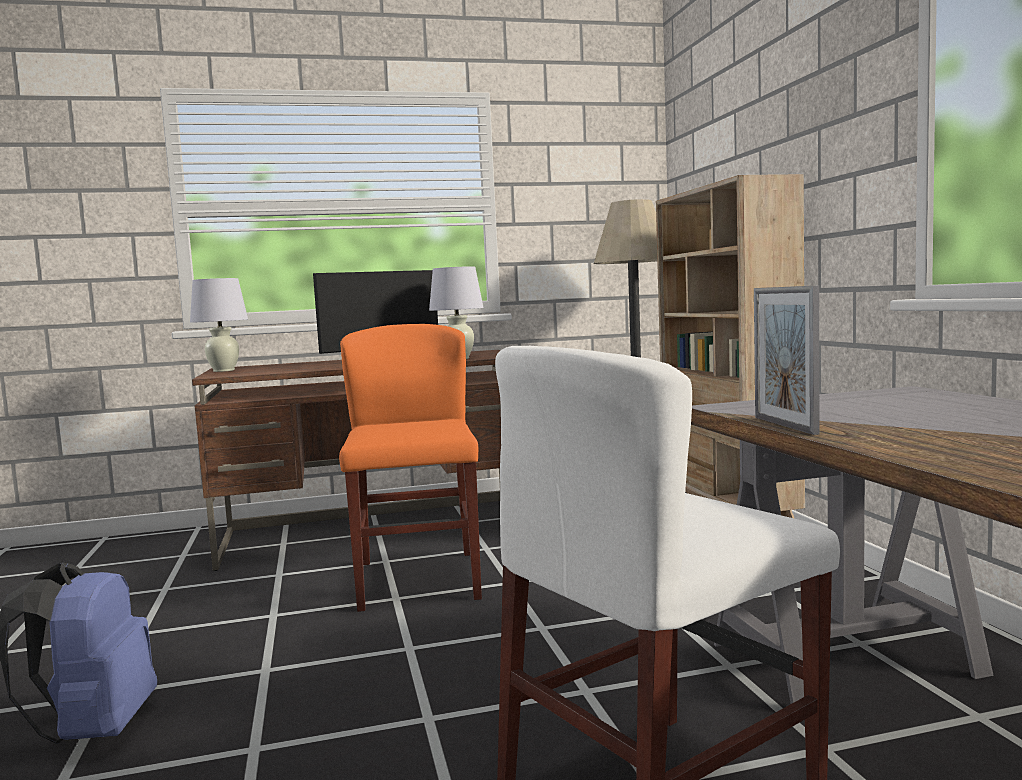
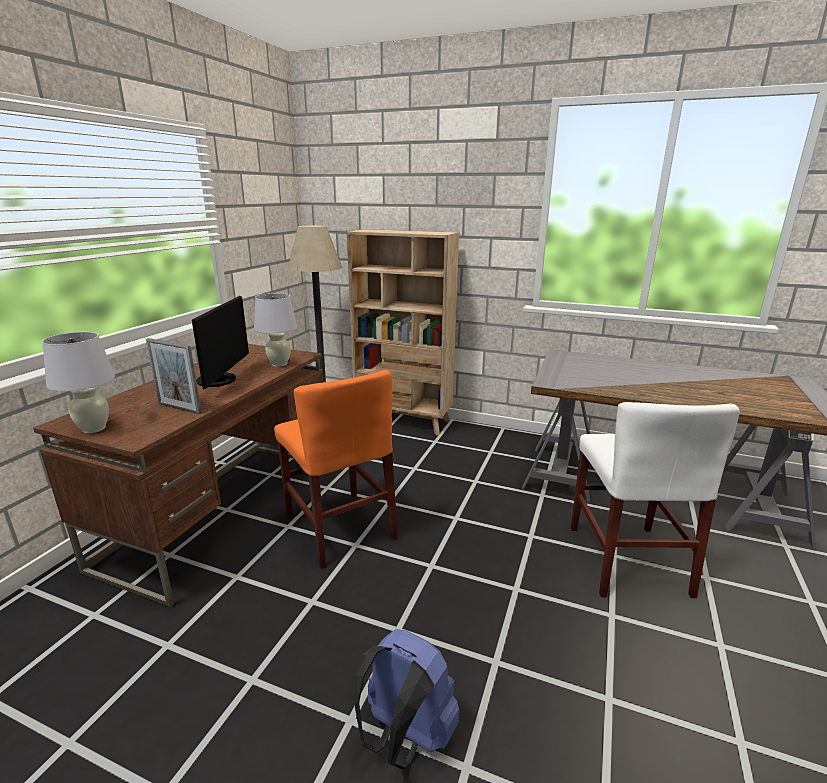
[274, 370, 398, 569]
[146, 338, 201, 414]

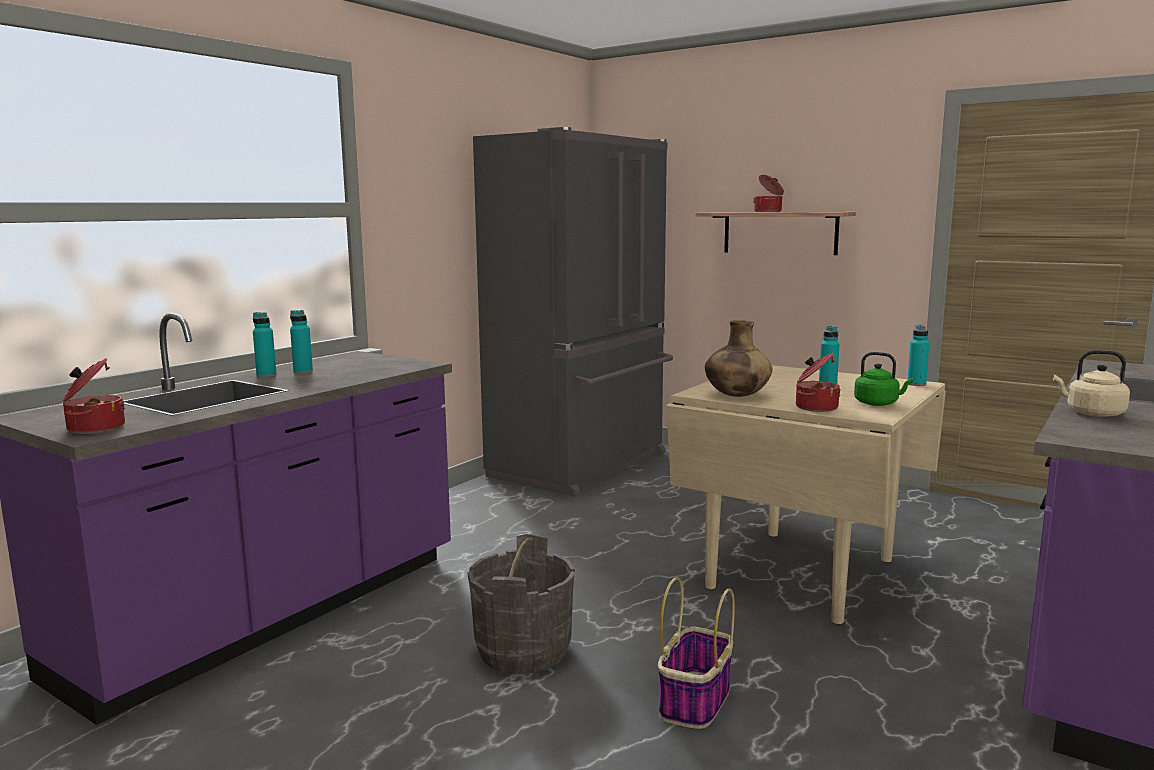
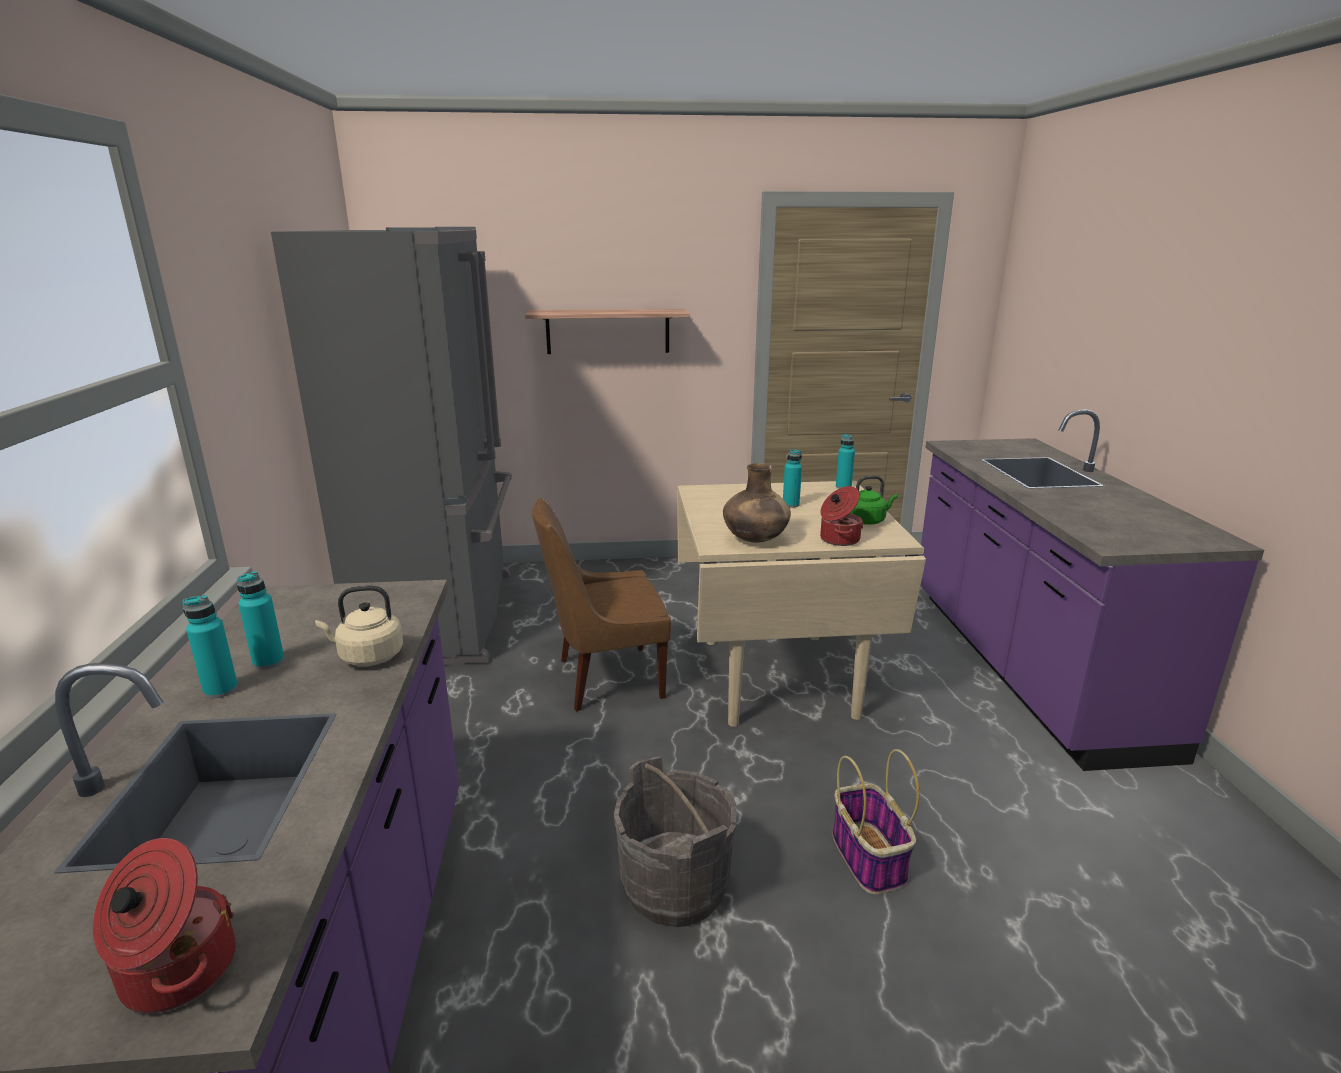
[753, 174, 784, 212] (first image)
[315, 585, 403, 666]
[532, 498, 671, 711]

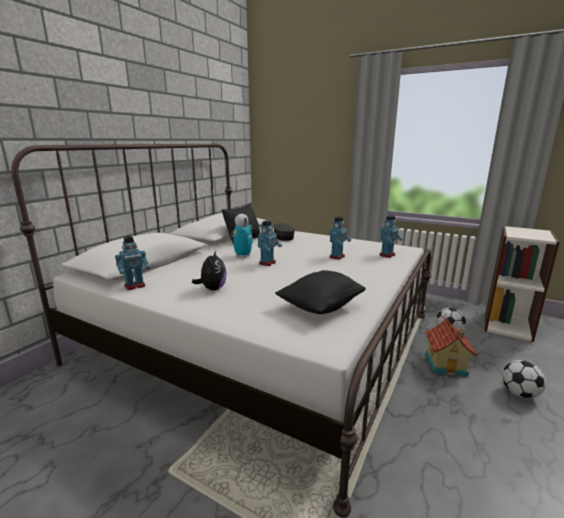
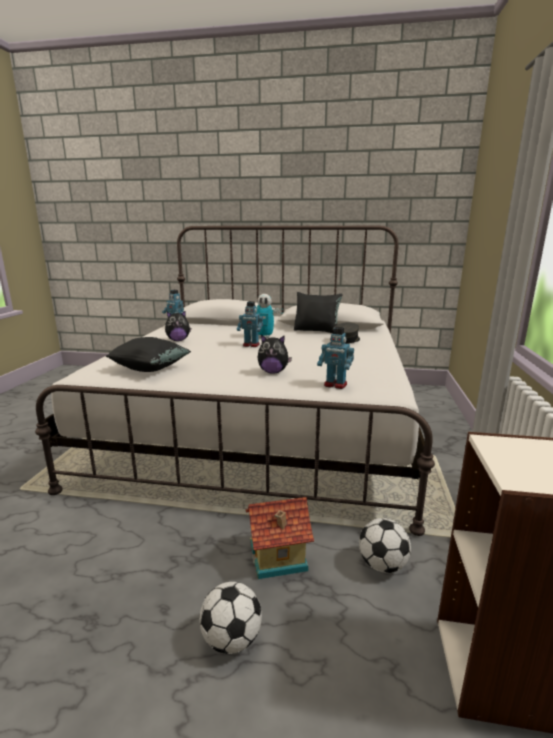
[329, 216, 351, 260] (first image)
[257, 335, 292, 374]

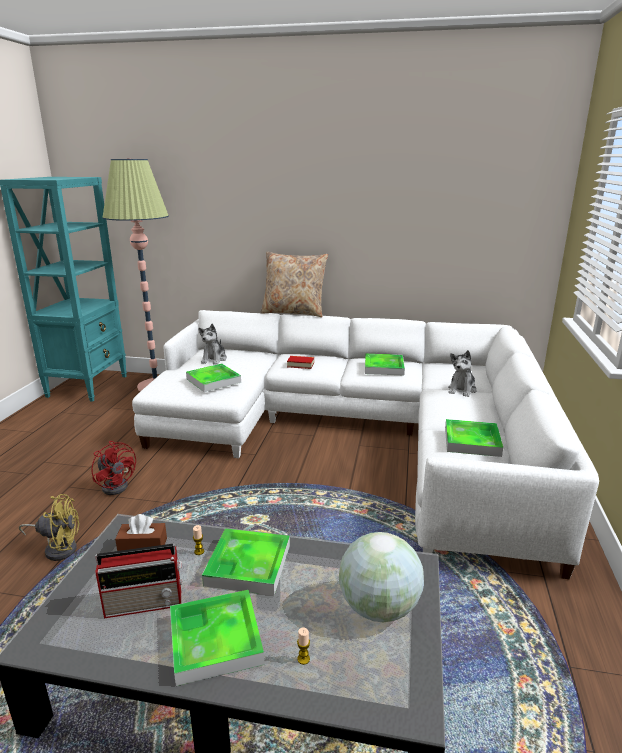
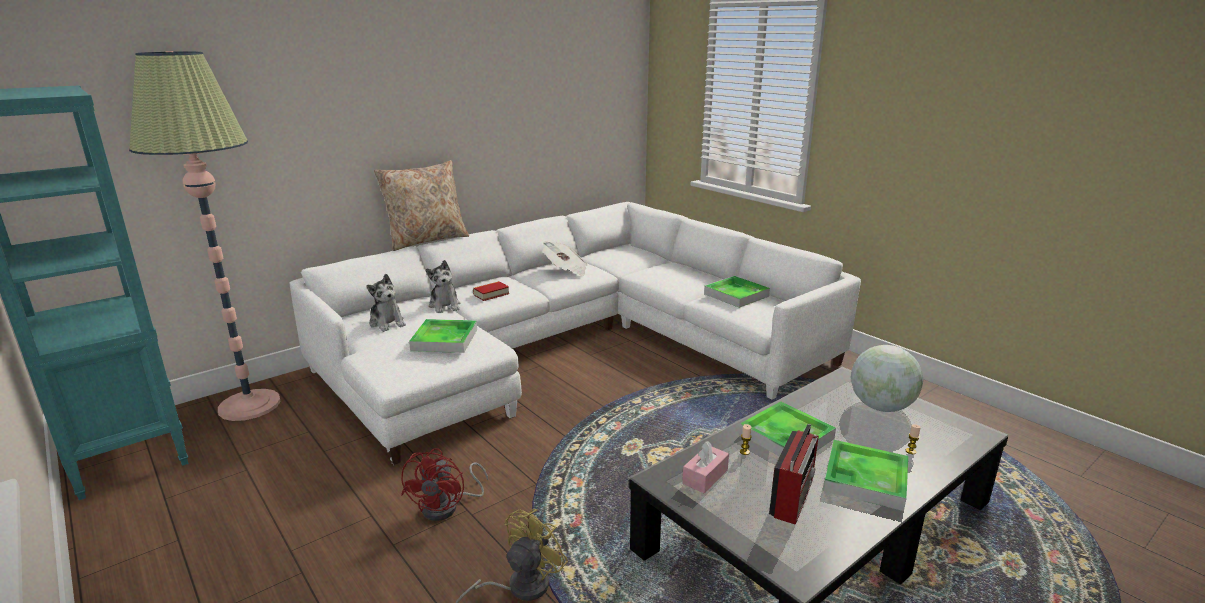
[401, 448, 488, 521]
[682, 441, 729, 493]
[542, 241, 587, 276]
[425, 260, 460, 313]

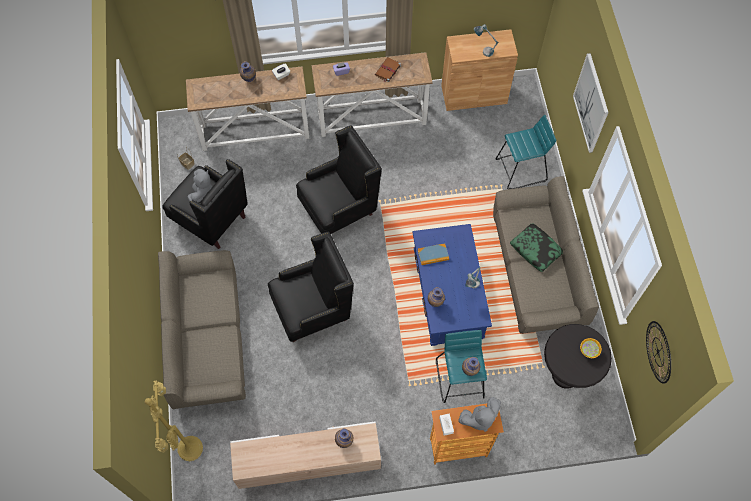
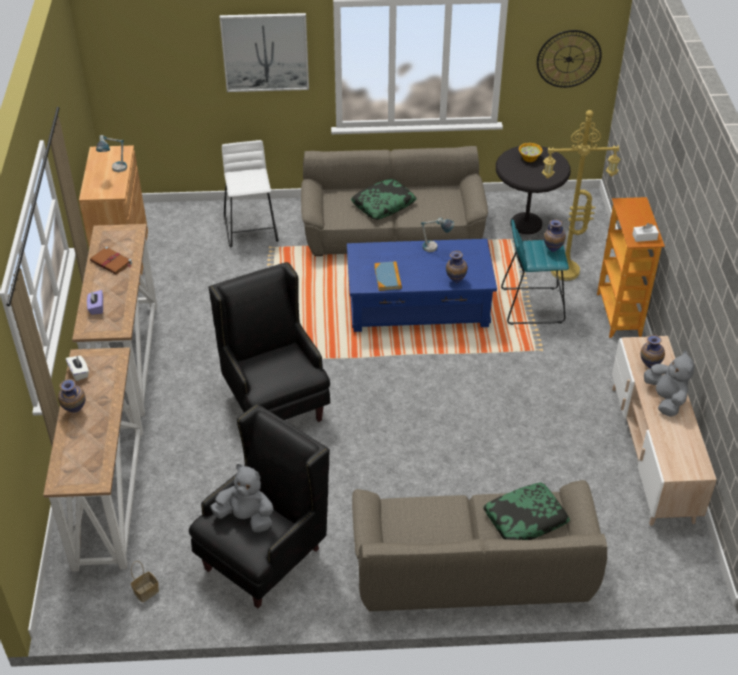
[542, 110, 621, 281]
[268, 232, 354, 342] (first image)
[644, 350, 694, 417]
[222, 140, 279, 247]
[483, 483, 570, 540]

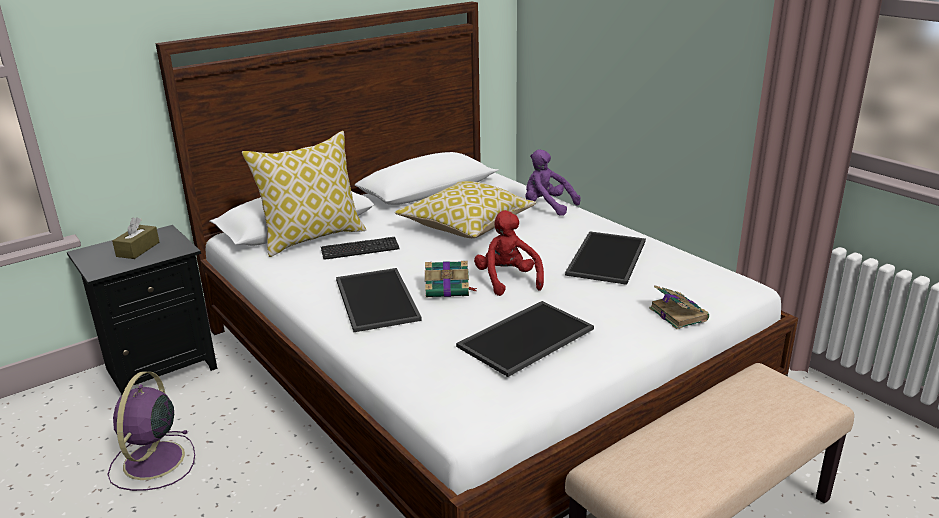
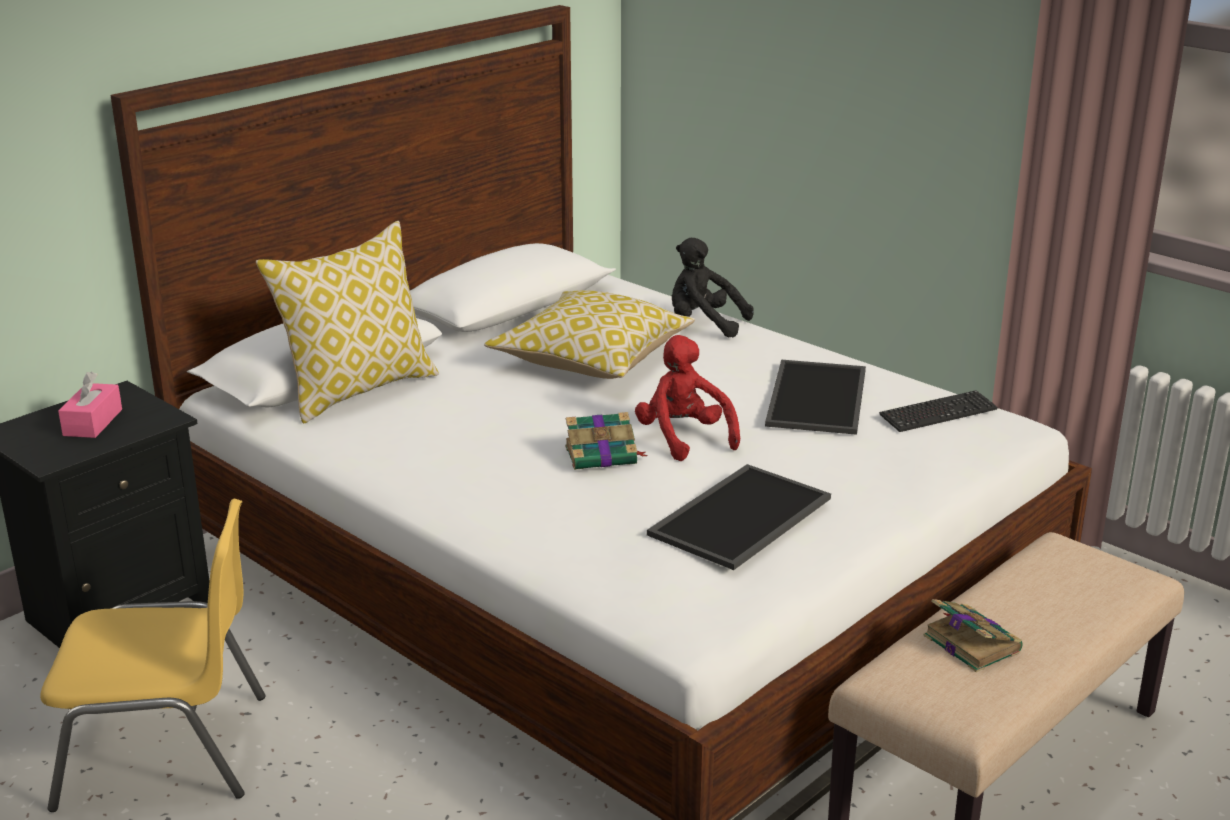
[40, 499, 266, 812]
[58, 371, 122, 438]
[879, 390, 998, 432]
[336, 268, 422, 332] (first image)
[672, 238, 754, 337]
[924, 599, 1023, 672]

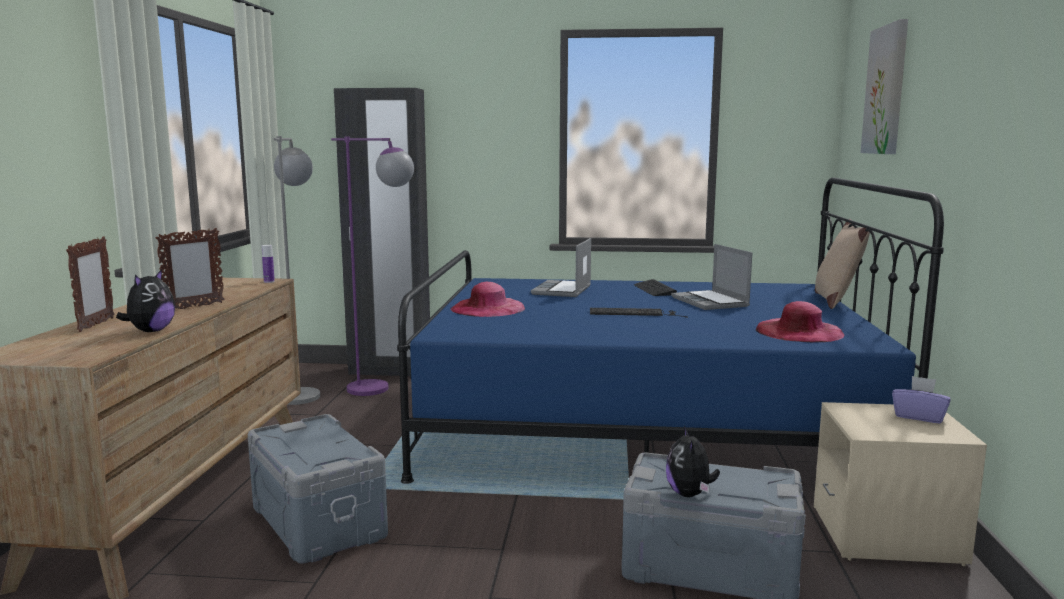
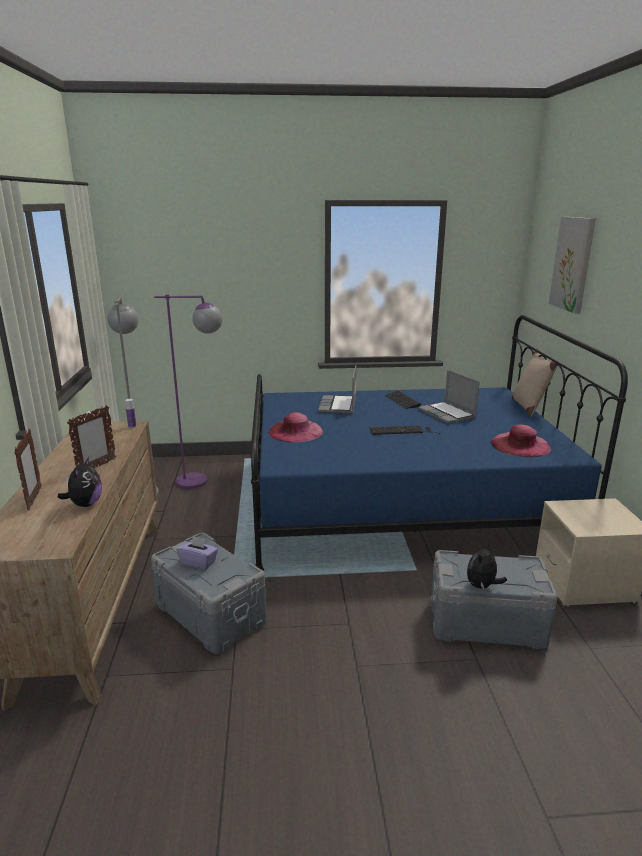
[334, 88, 430, 376] (first image)
[467, 543, 507, 590]
[176, 536, 218, 570]

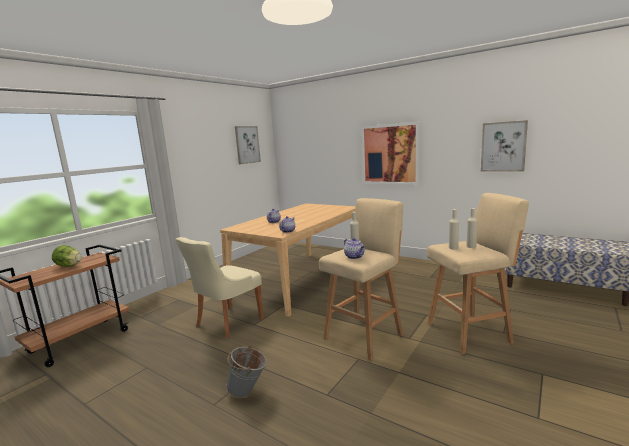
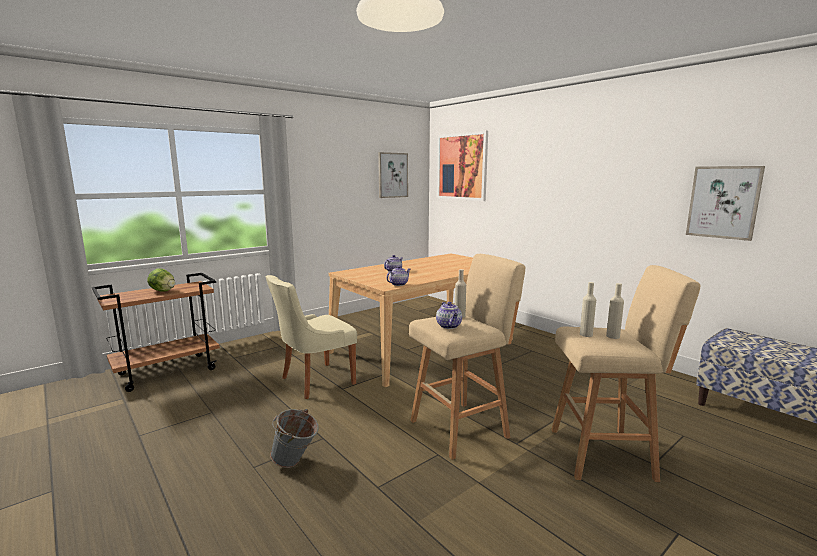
[437, 131, 488, 201]

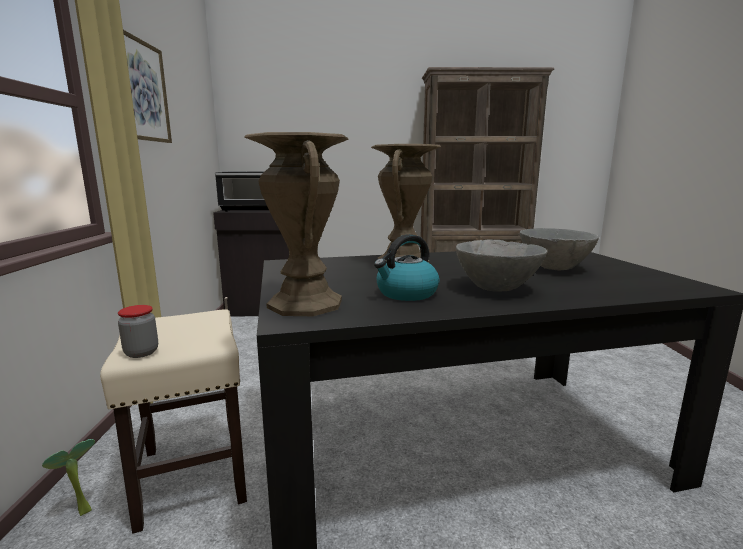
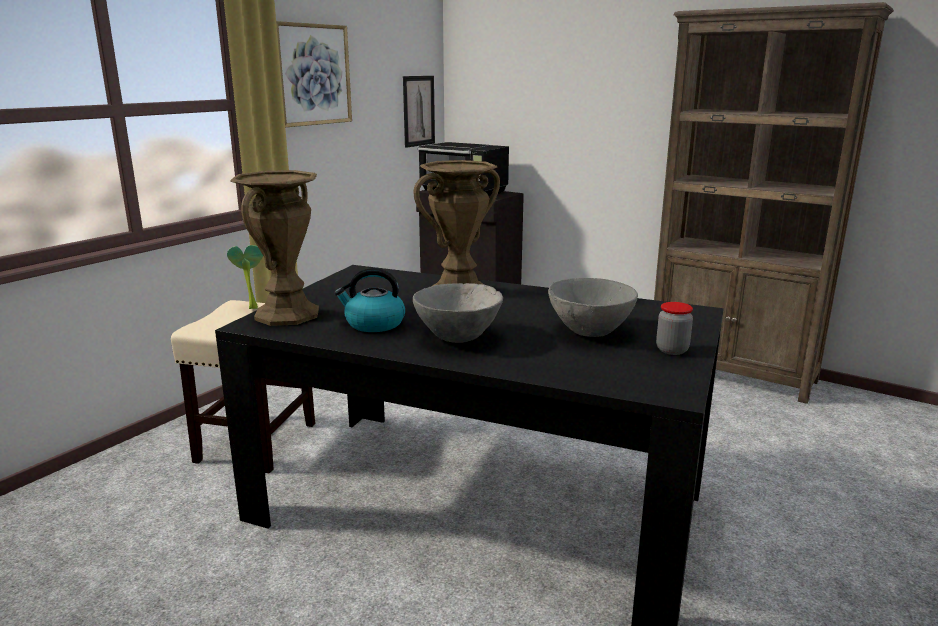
[227, 245, 263, 309]
[656, 302, 693, 355]
[403, 76, 435, 148]

